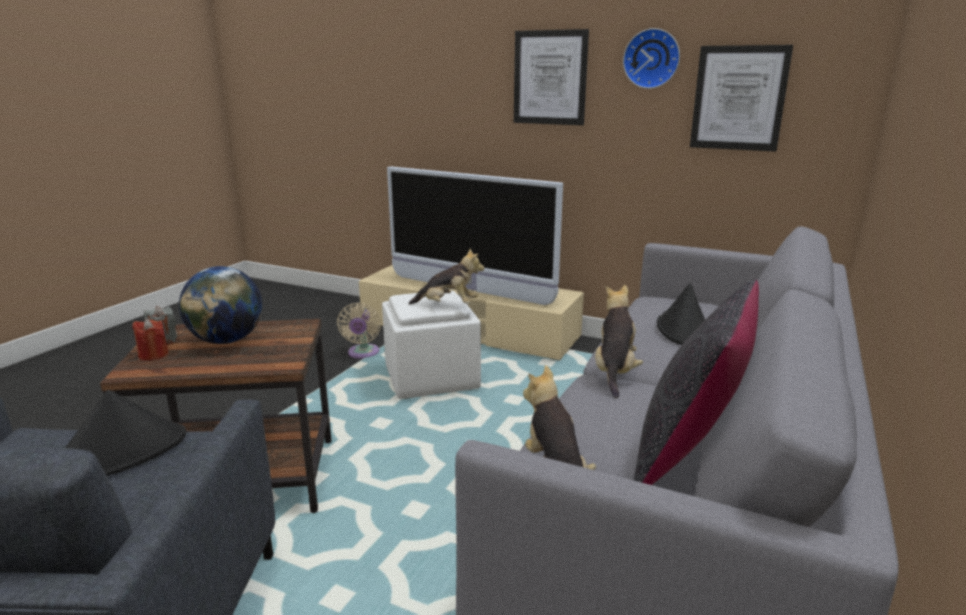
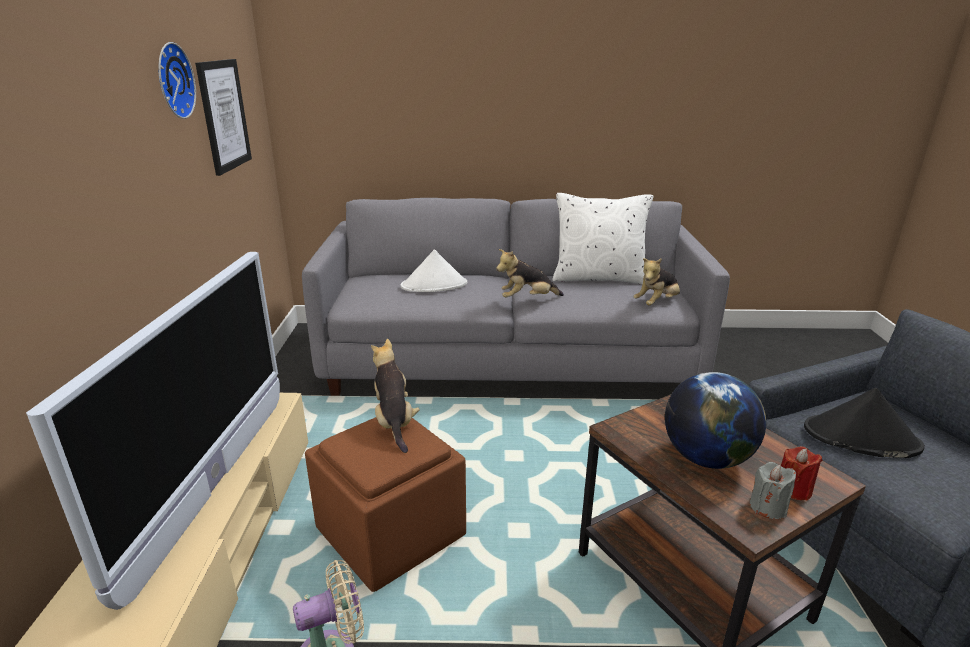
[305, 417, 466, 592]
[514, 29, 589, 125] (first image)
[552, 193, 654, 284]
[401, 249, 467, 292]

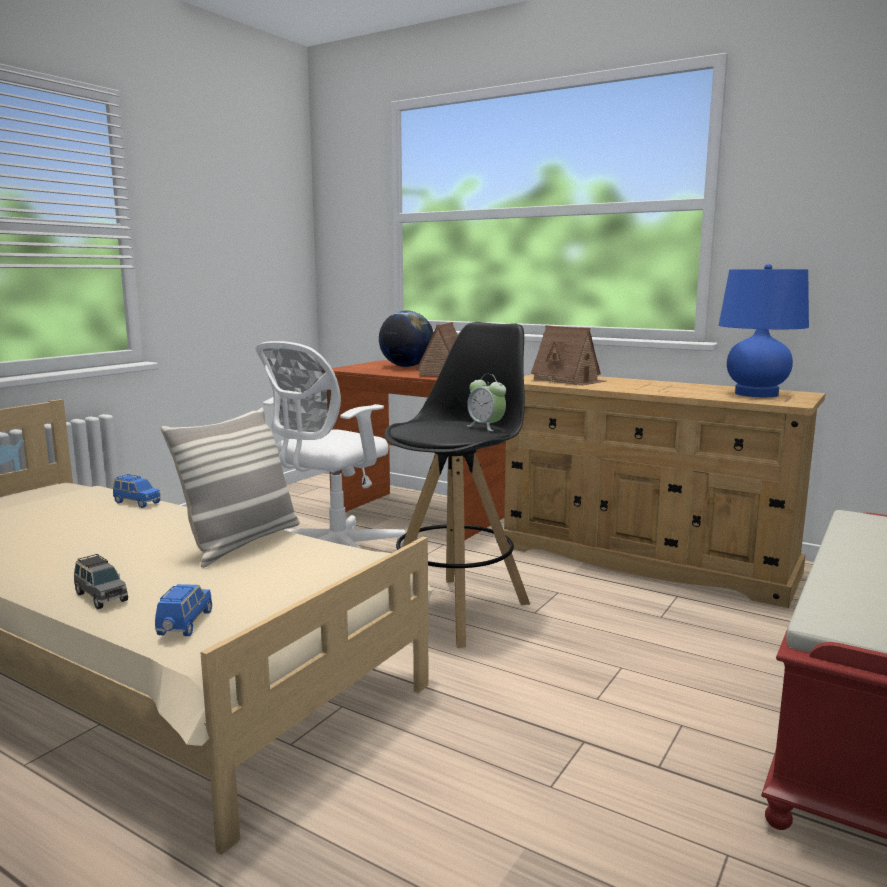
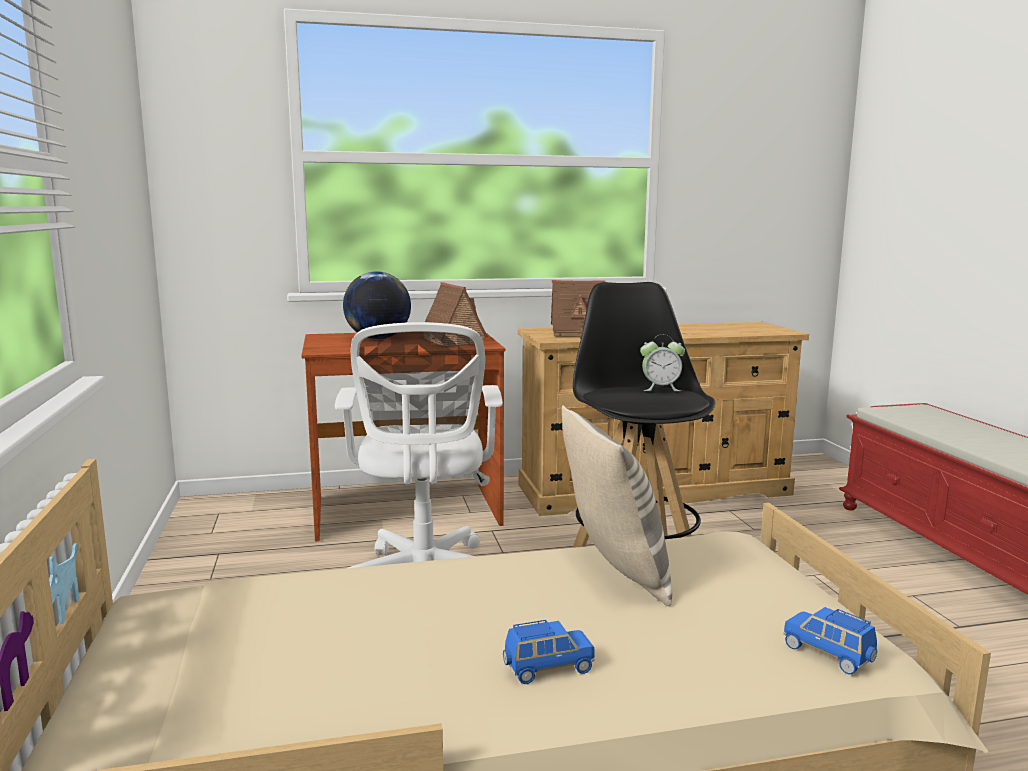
[74, 554, 128, 609] (first image)
[503, 620, 595, 684]
[719, 264, 809, 397] (first image)

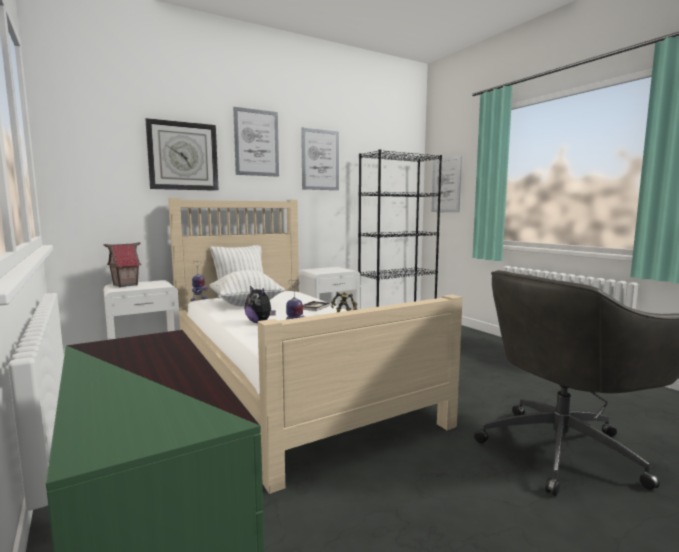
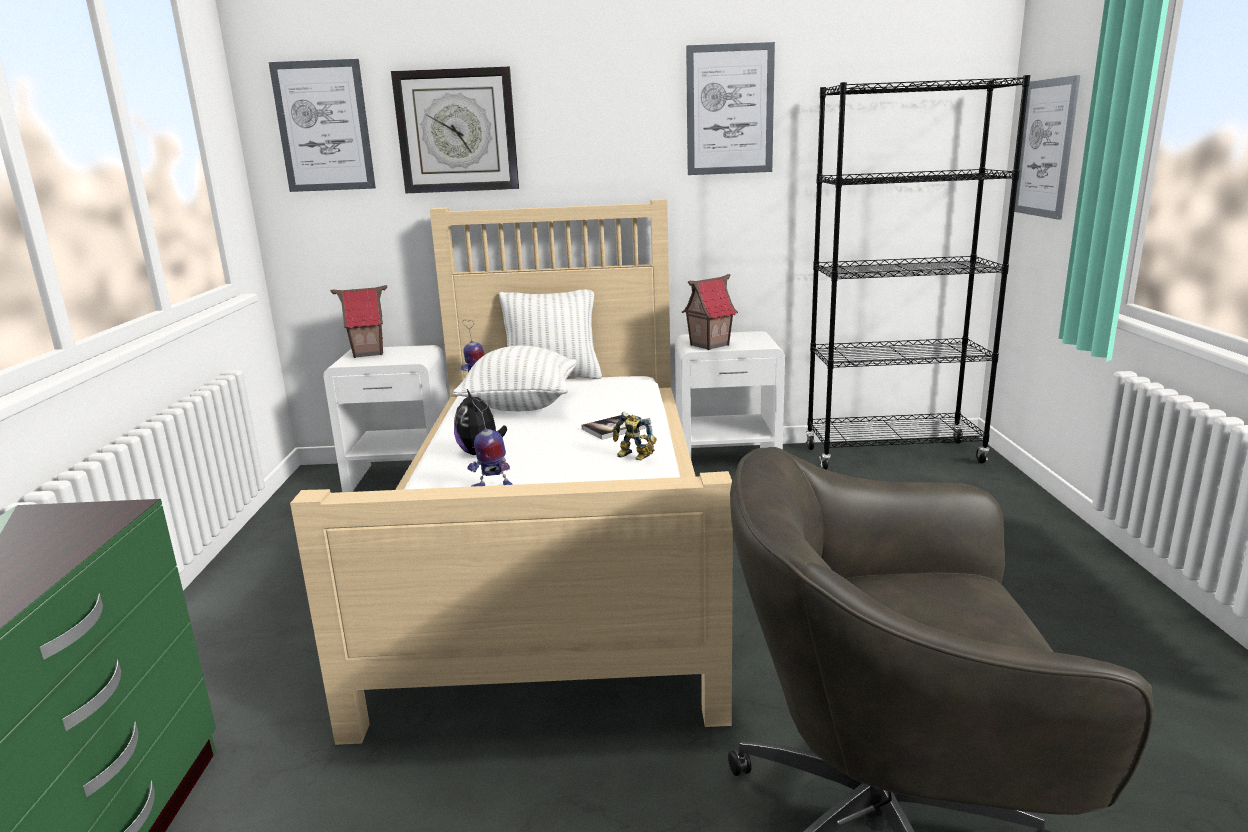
[269, 59, 376, 192]
[682, 274, 738, 350]

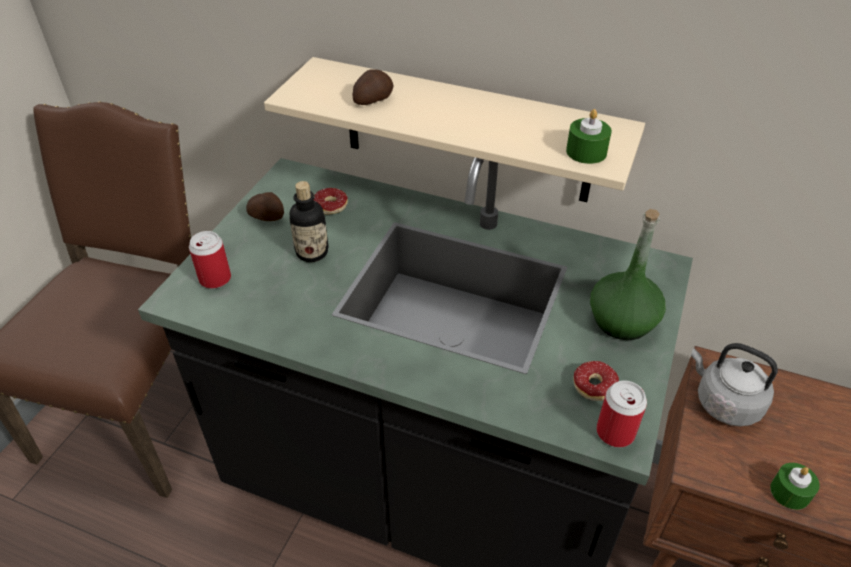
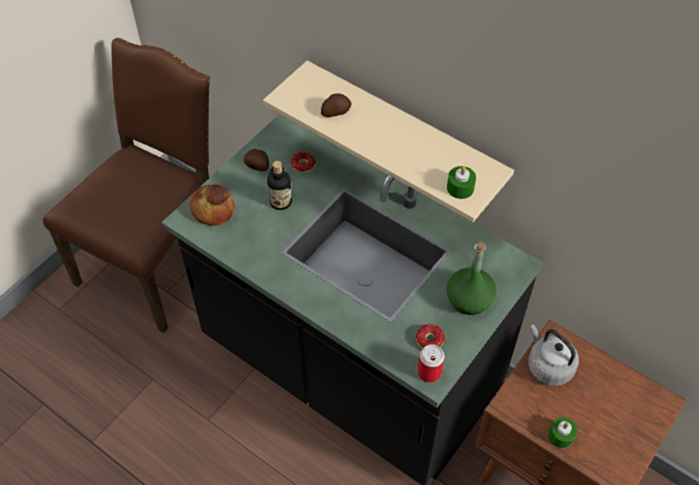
[189, 184, 235, 226]

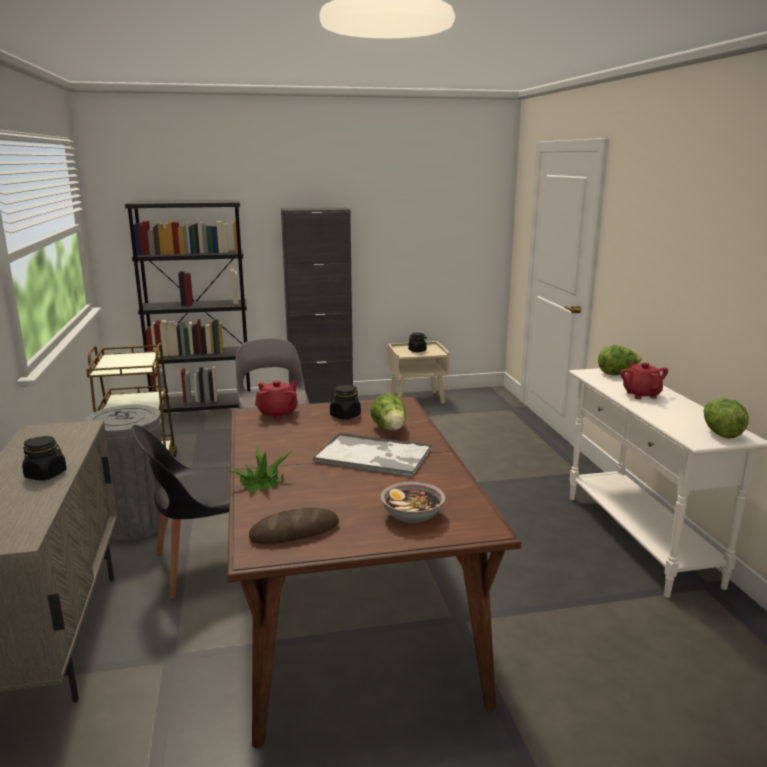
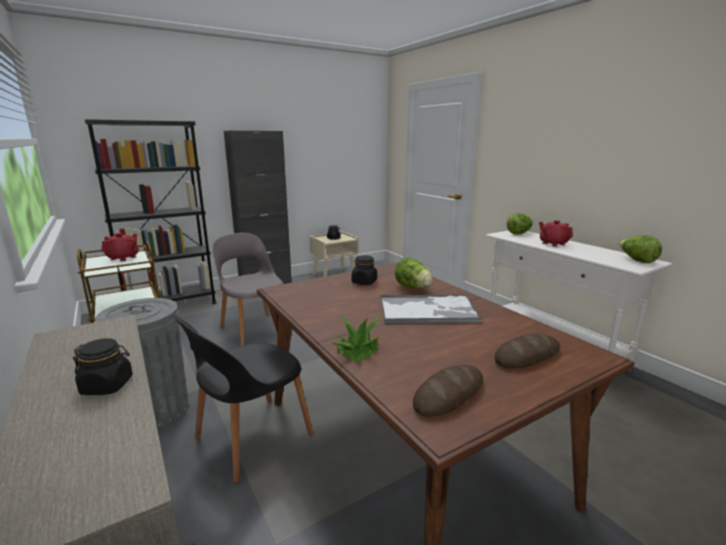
[102, 233, 139, 261]
[494, 334, 560, 369]

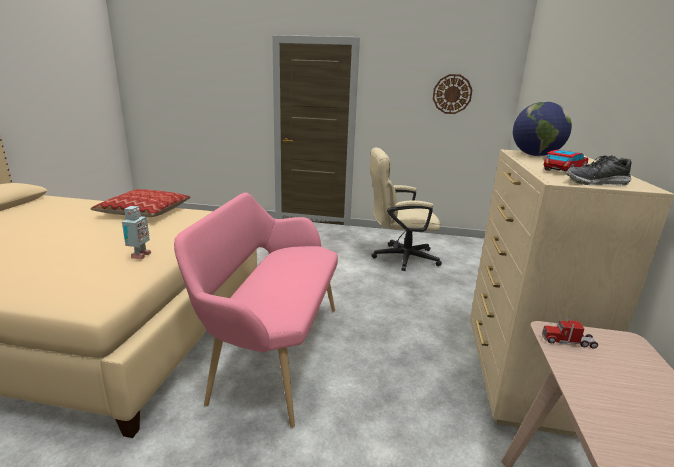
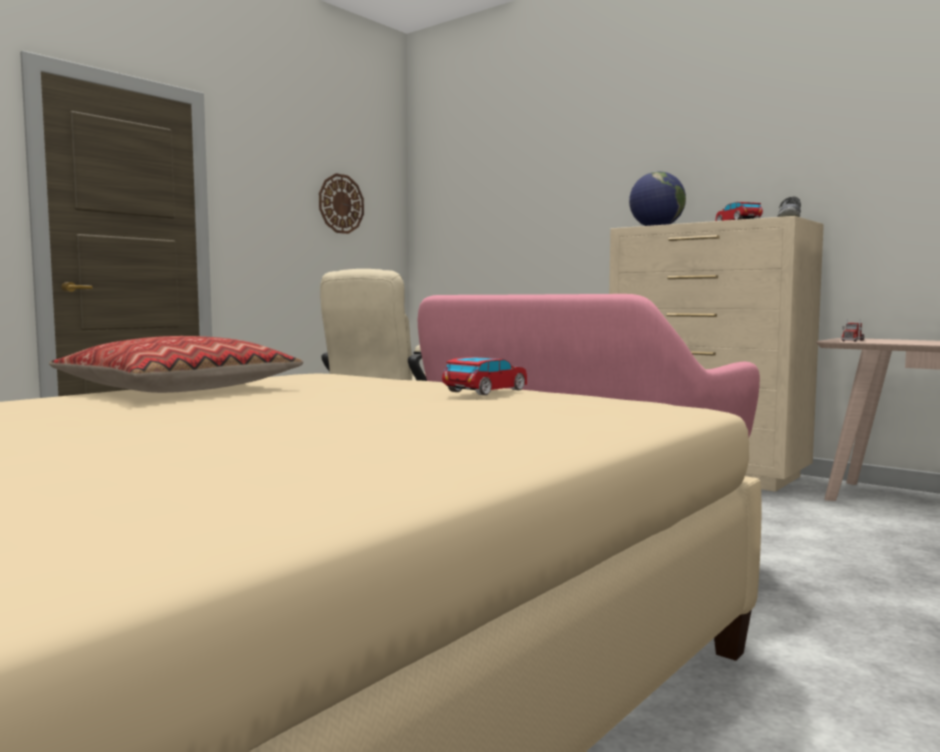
[442, 357, 527, 395]

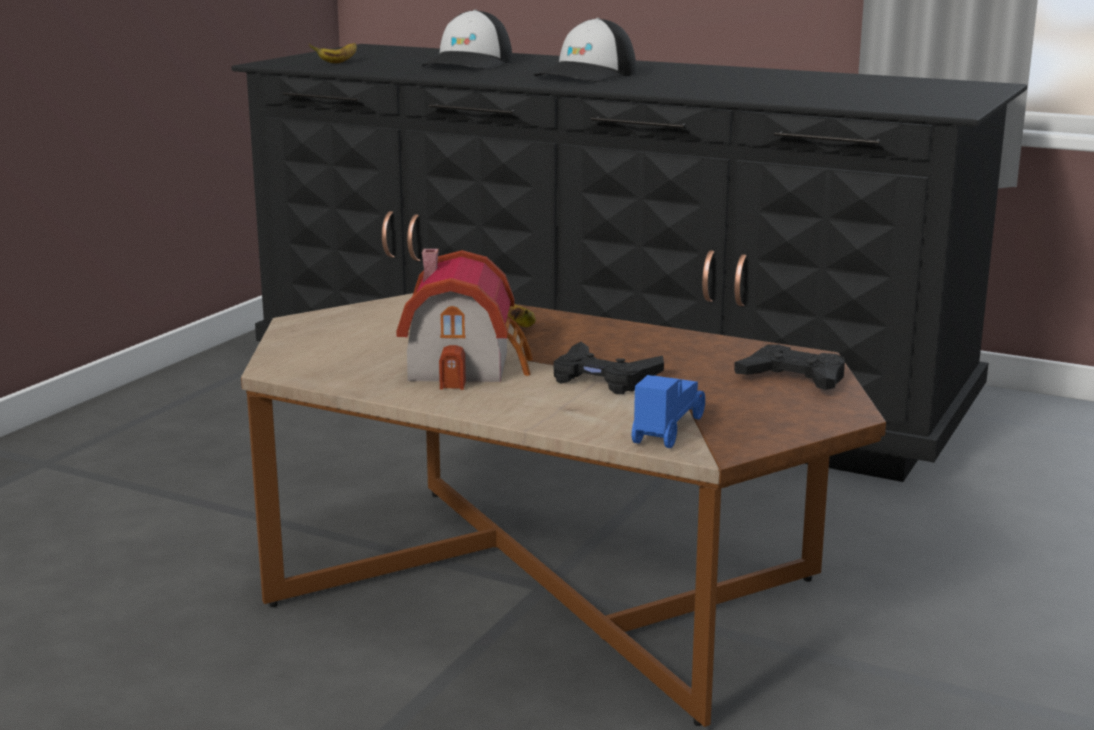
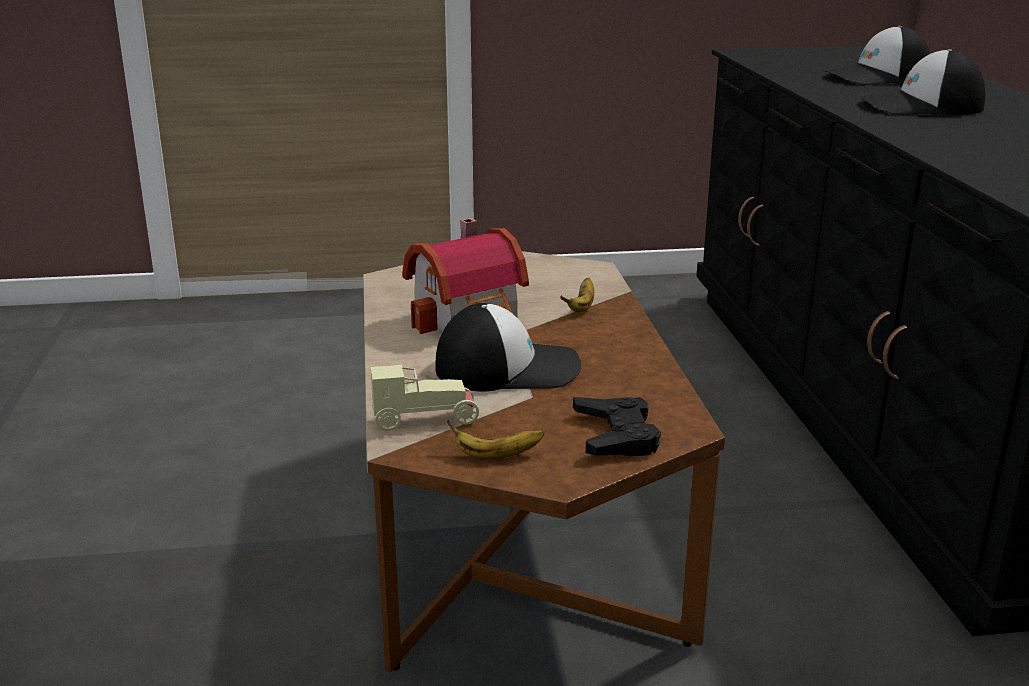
[447, 420, 544, 459]
[435, 303, 581, 391]
[371, 365, 479, 431]

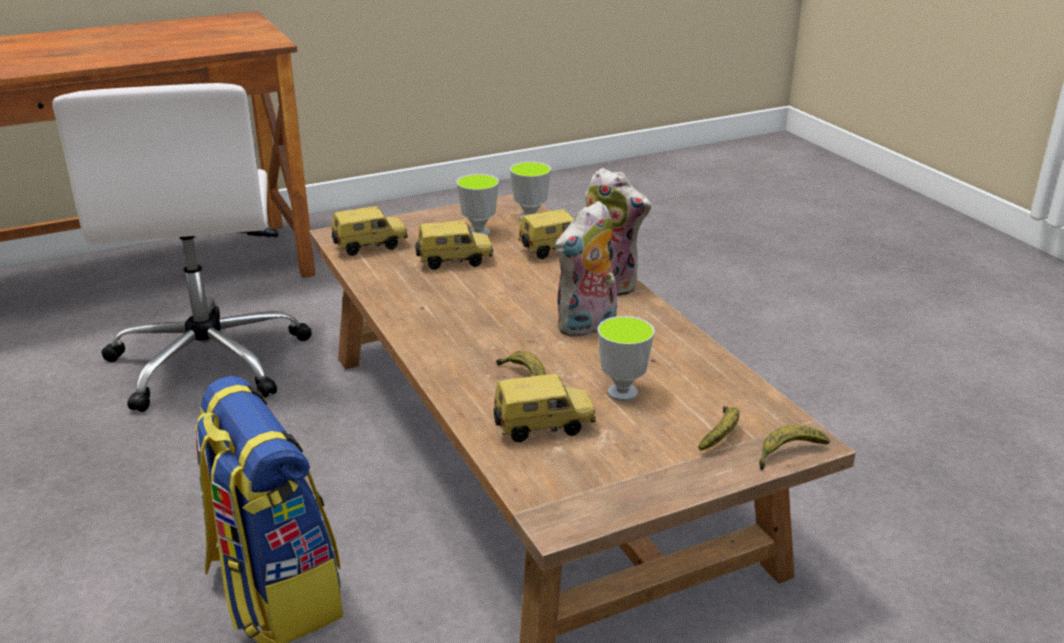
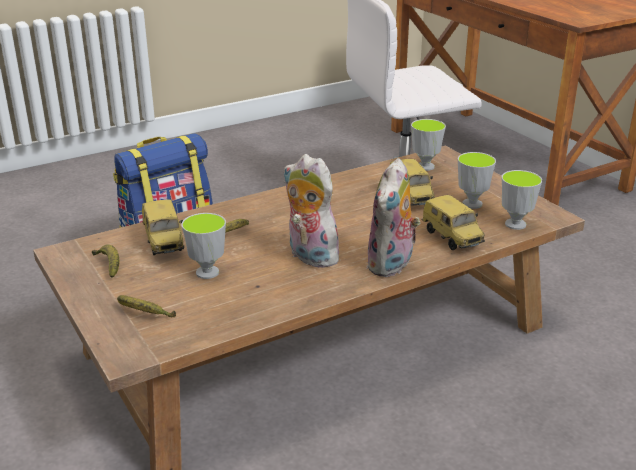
[411, 119, 446, 171]
[92, 244, 119, 278]

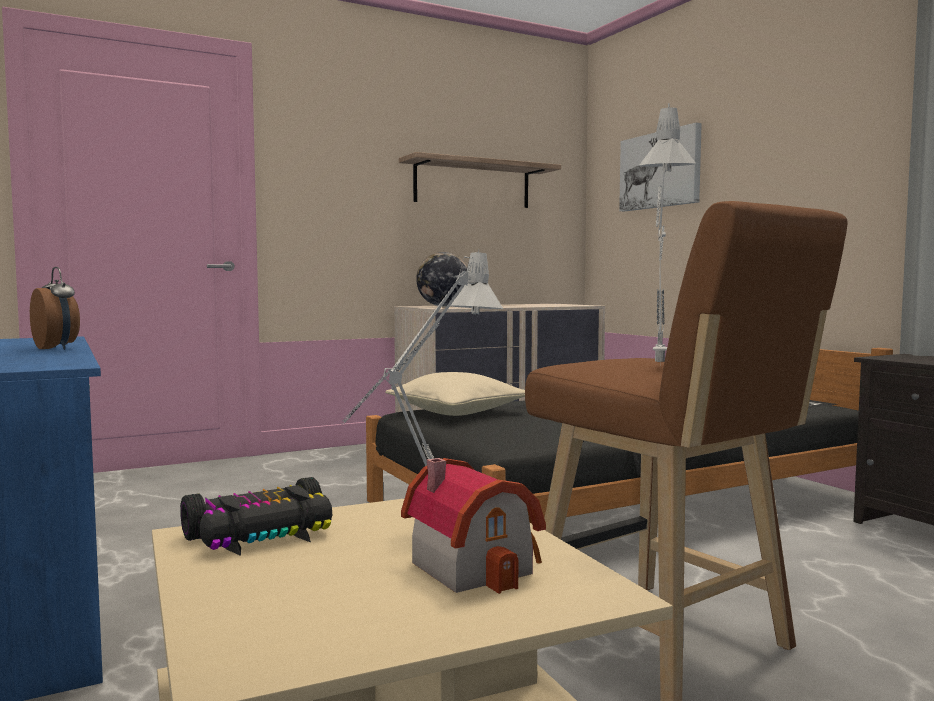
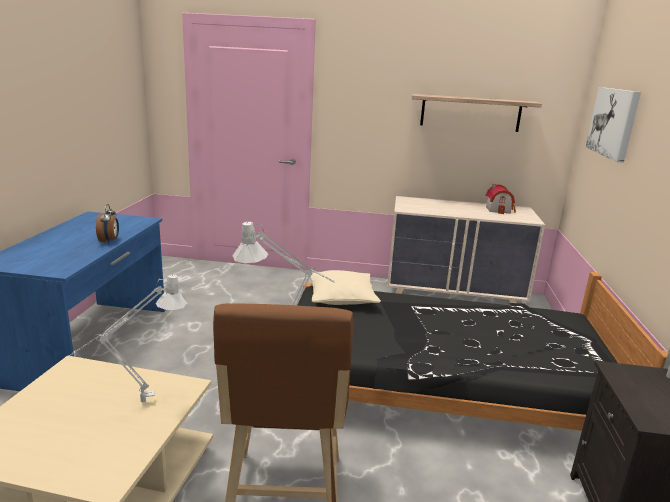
[180, 477, 332, 556] (first image)
[486, 183, 516, 214]
[416, 252, 467, 307] (first image)

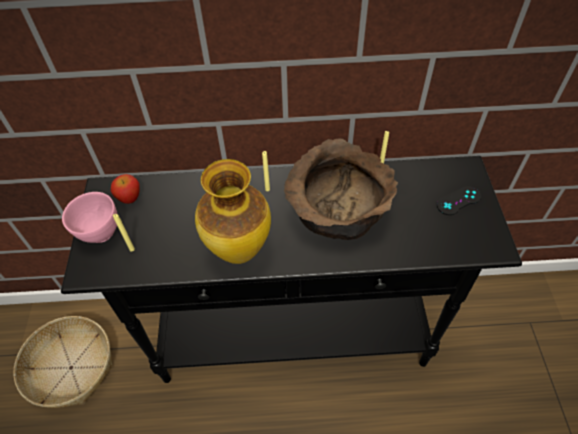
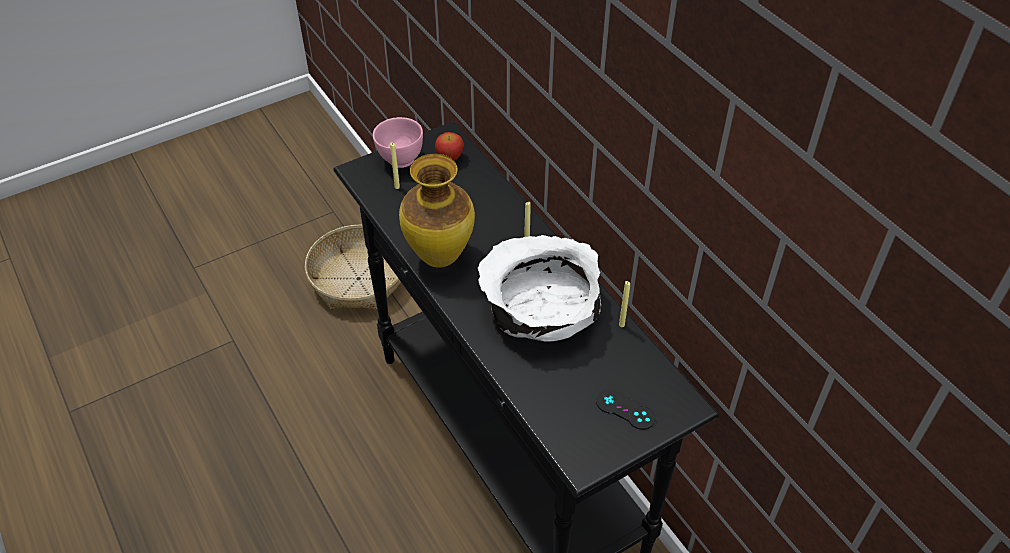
[478, 235, 601, 342]

